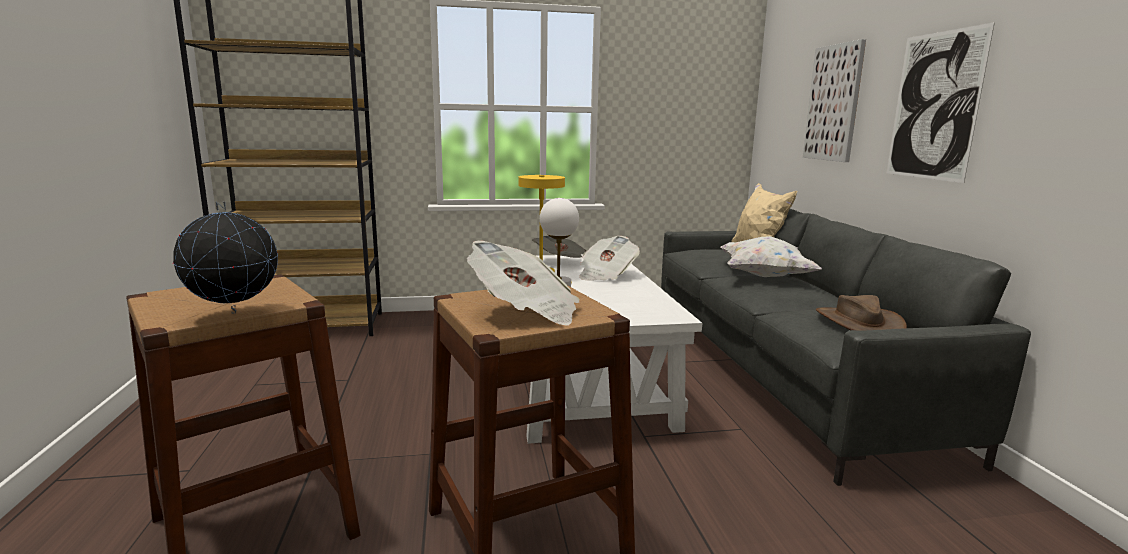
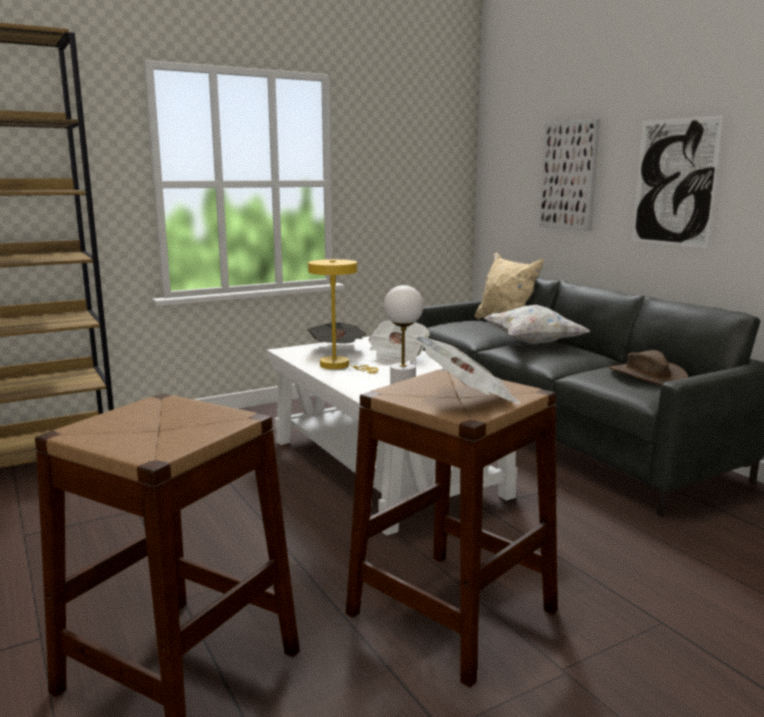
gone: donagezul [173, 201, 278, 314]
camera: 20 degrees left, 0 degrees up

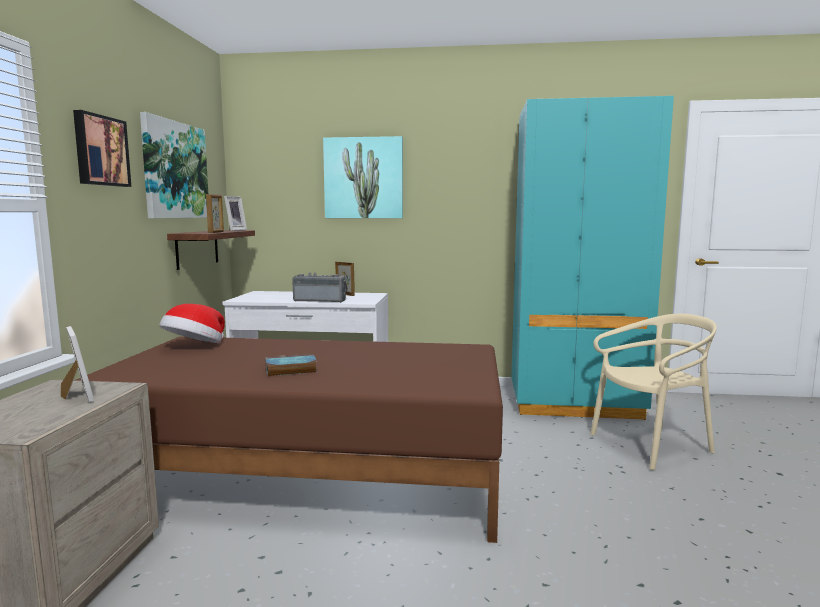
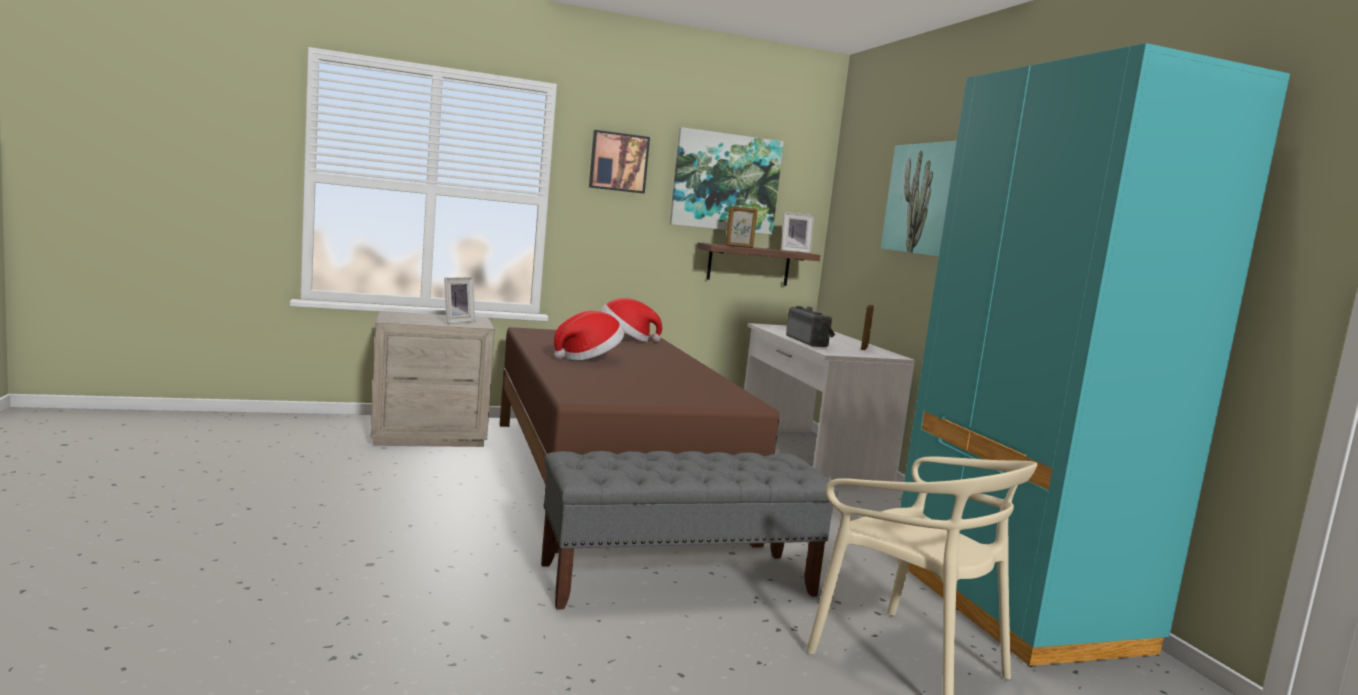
new: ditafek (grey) [541, 451, 838, 610]
swapped: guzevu [265, 353, 317, 376] to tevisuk [554, 310, 624, 360]
camera: 65 degrees right, 0 degrees up

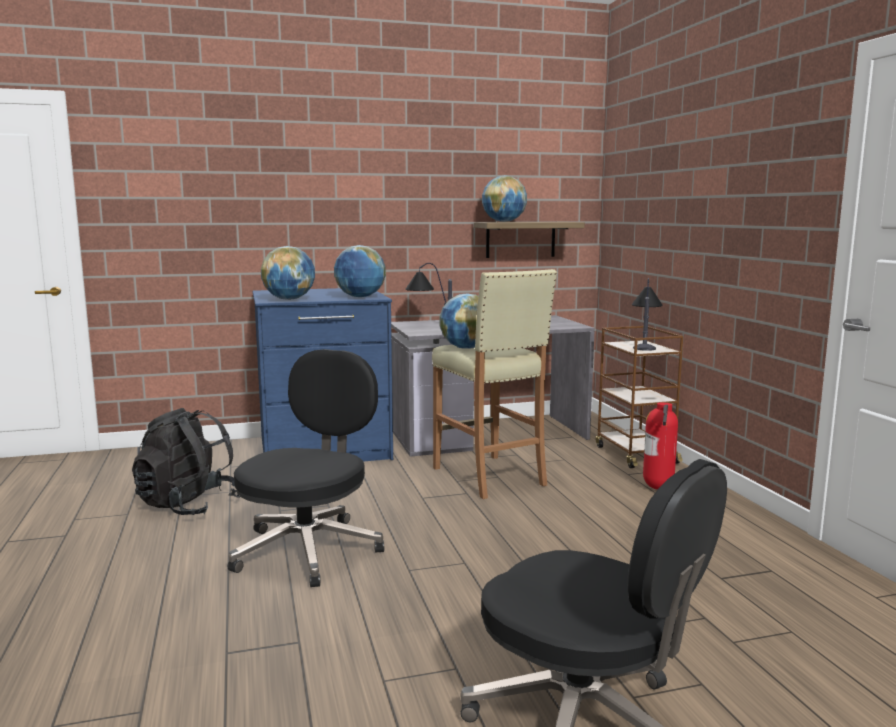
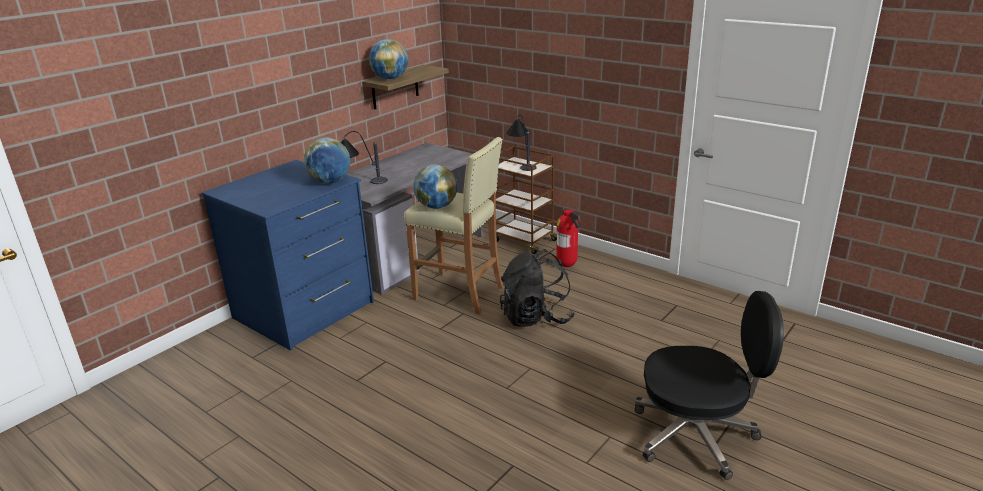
gone: donagezul [261, 246, 315, 300]; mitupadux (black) [228, 349, 384, 587]
shifted: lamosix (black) [132, 408, 240, 515] to [500, 249, 575, 327]
camera: 35 degrees left, 15 degrees up

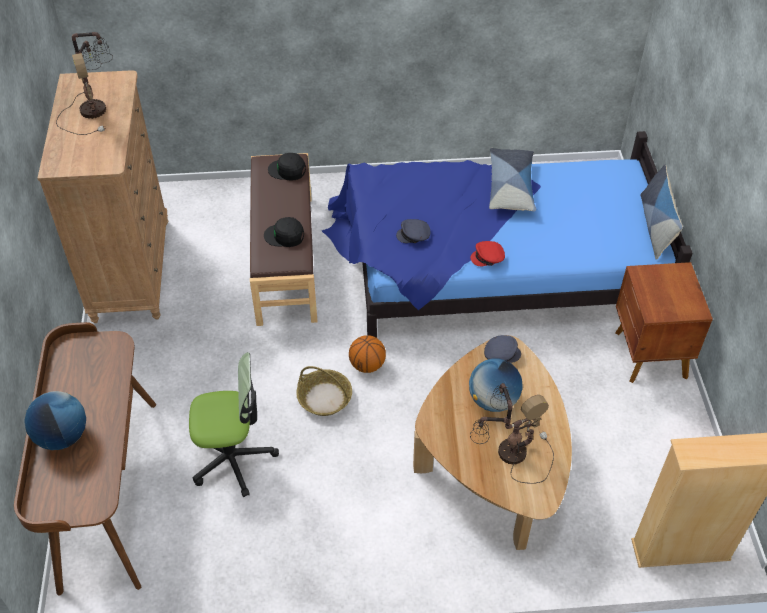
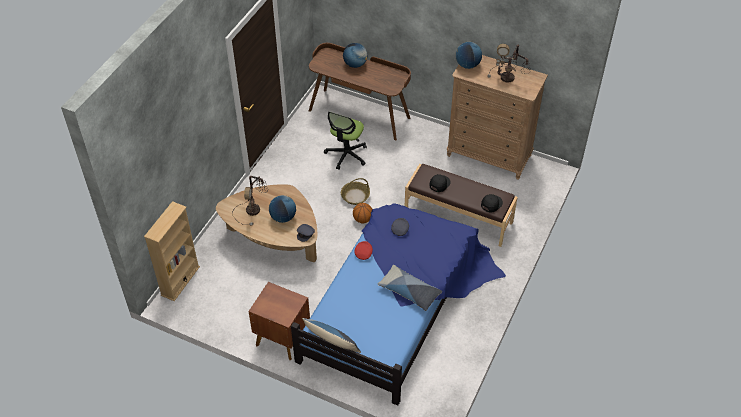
new: donagezul [456, 42, 482, 69]
camera: 120 degrees right, 0 degrees up

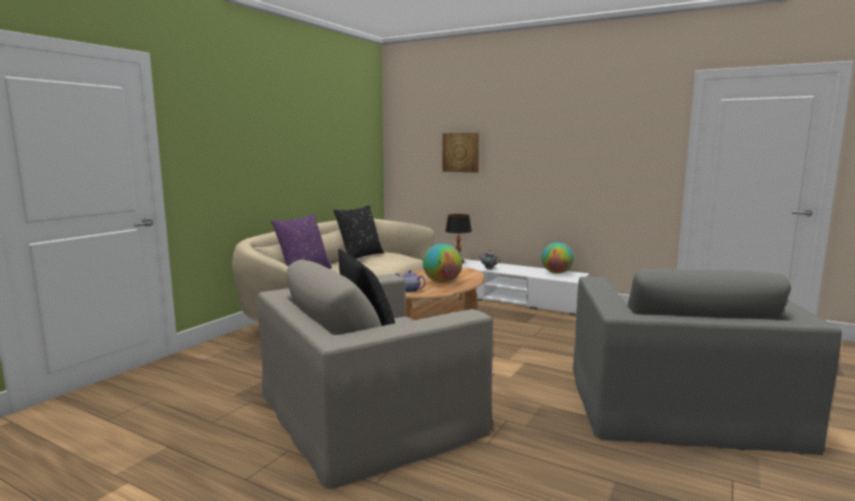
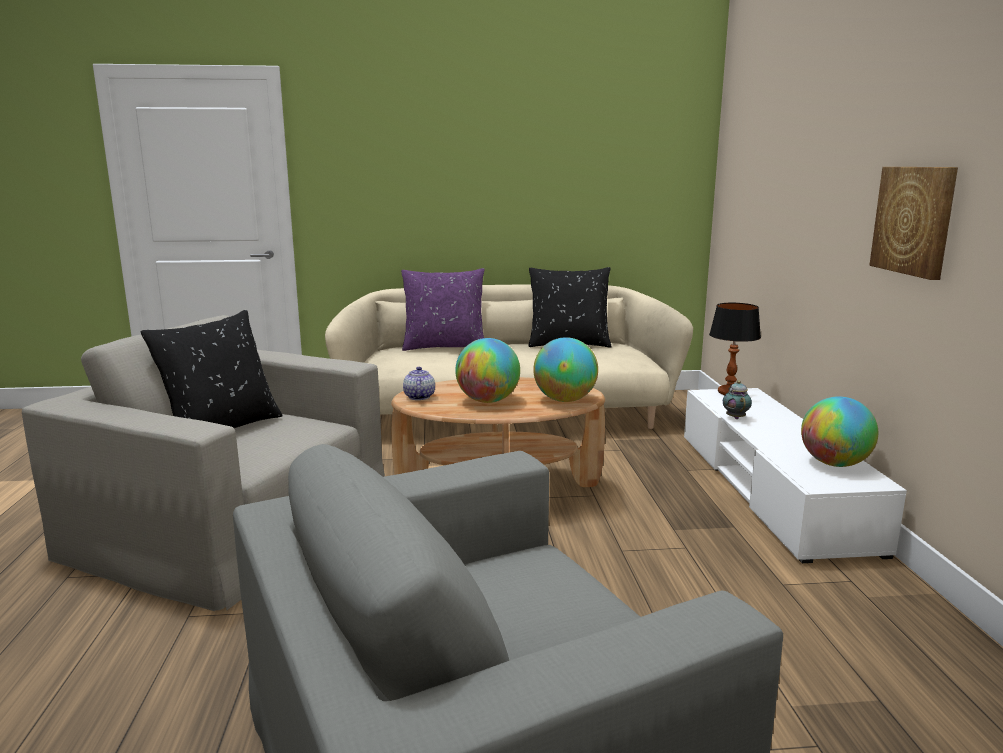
new: donagezul [533, 337, 598, 402]
shifted: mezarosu [442, 133, 479, 173] to [869, 167, 958, 280]
camera: 55 degrees right, 5 degrees up

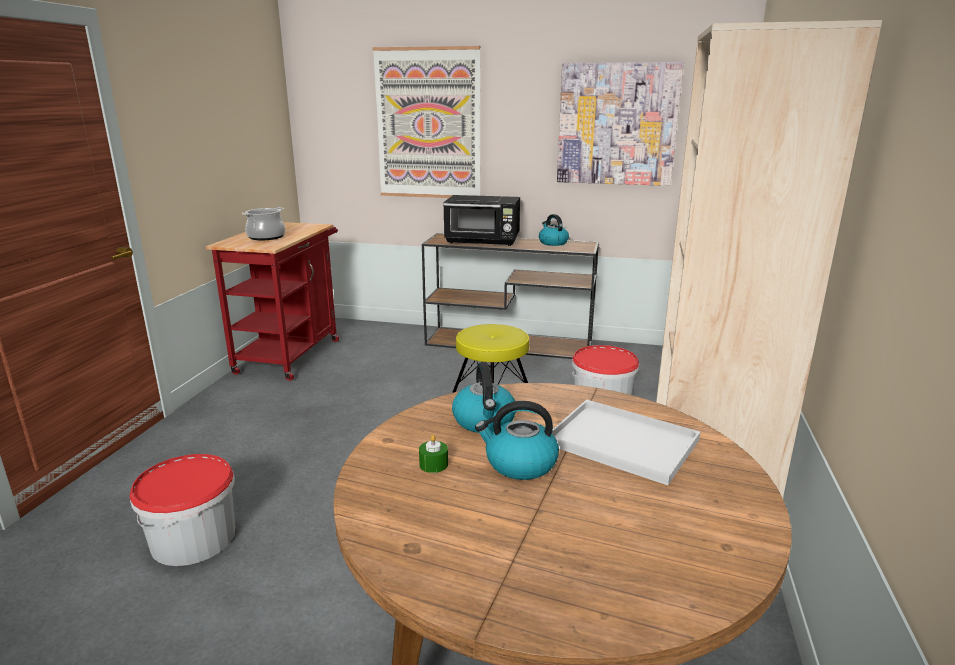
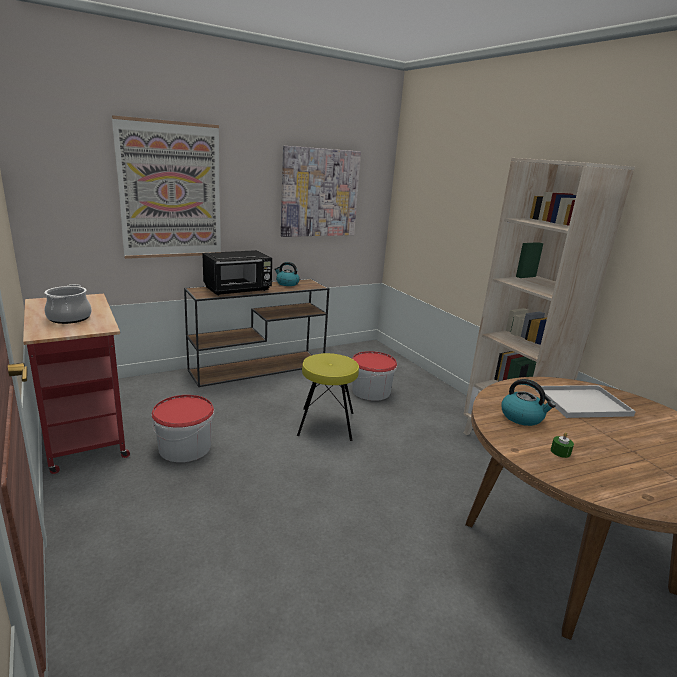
gone: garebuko [475, 401, 559, 480]
shifted: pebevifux [130, 454, 236, 566] to [152, 395, 215, 462]
camera: 45 degrees left, 0 degrees up

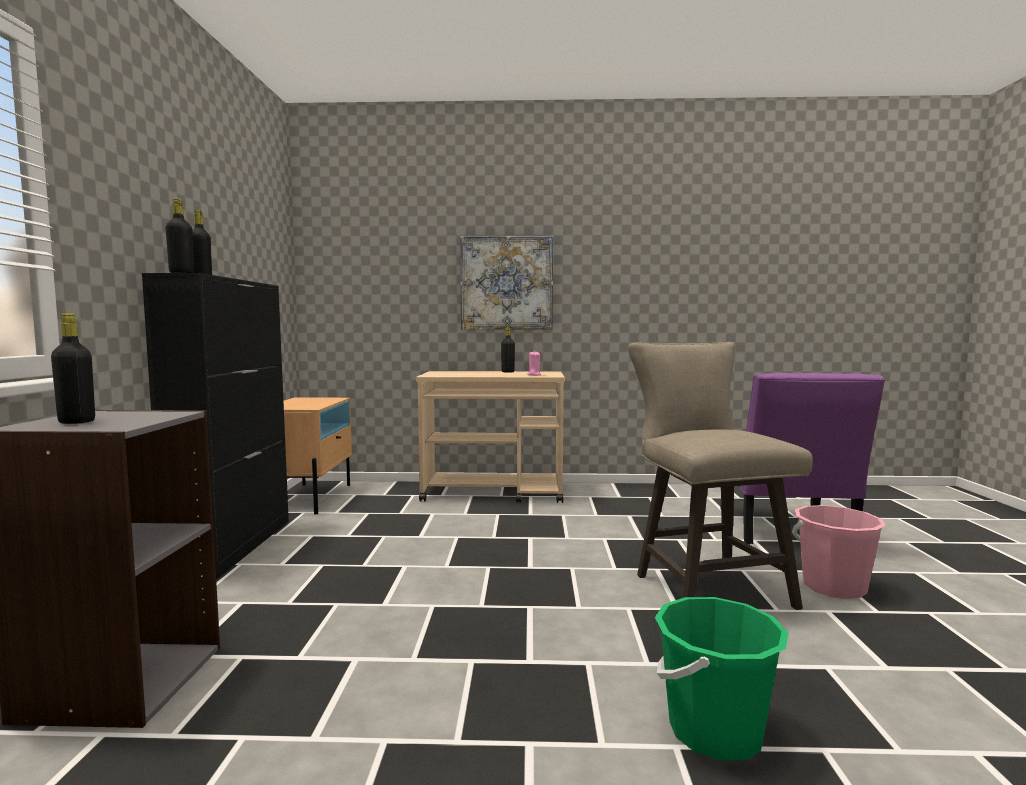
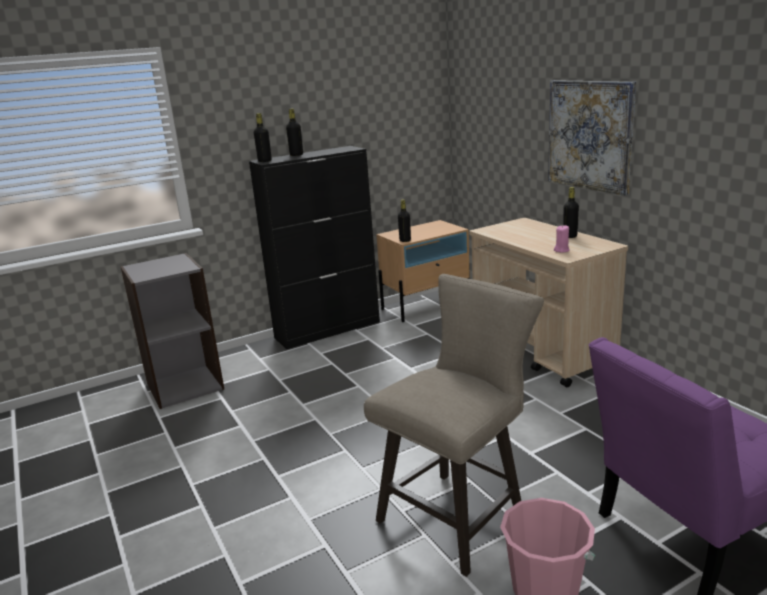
gone: pebevifux (green) [655, 597, 789, 761]
shifted: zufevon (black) [51, 314, 95, 424] to [398, 199, 411, 242]
camera: 60 degrees right, 15 degrees up

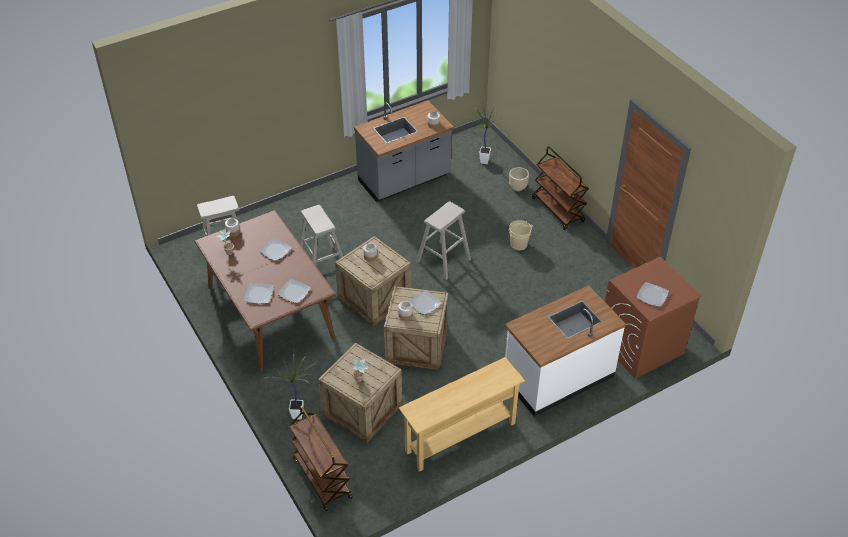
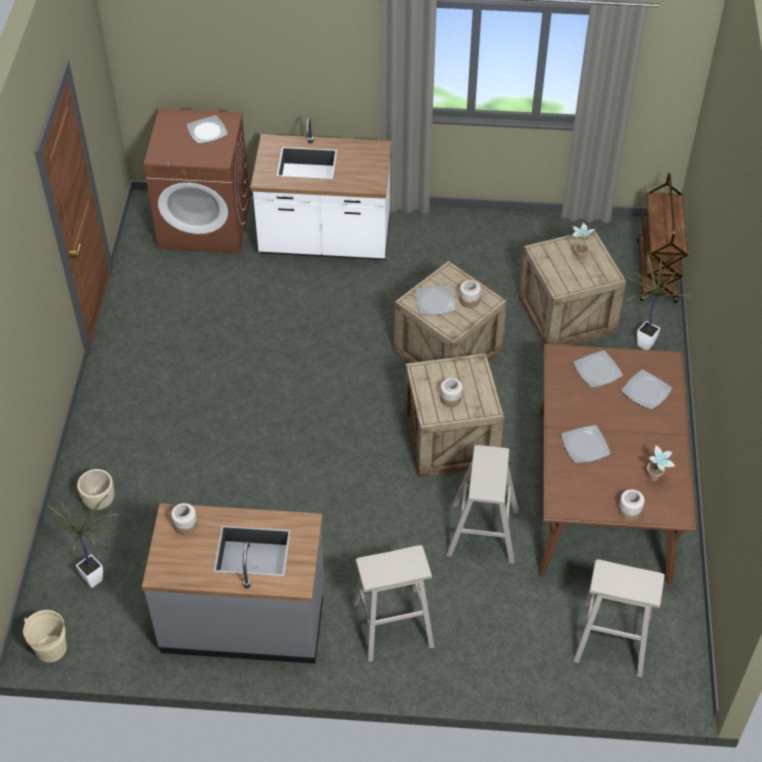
gone: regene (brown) [532, 146, 589, 230]; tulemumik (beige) [399, 357, 525, 472]
shifted: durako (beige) [416, 201, 471, 280] to [352, 545, 434, 662]; pebevifux (beige) [508, 220, 532, 250] to [23, 610, 67, 663]
camera: 145 degrees left, 5 degrees up

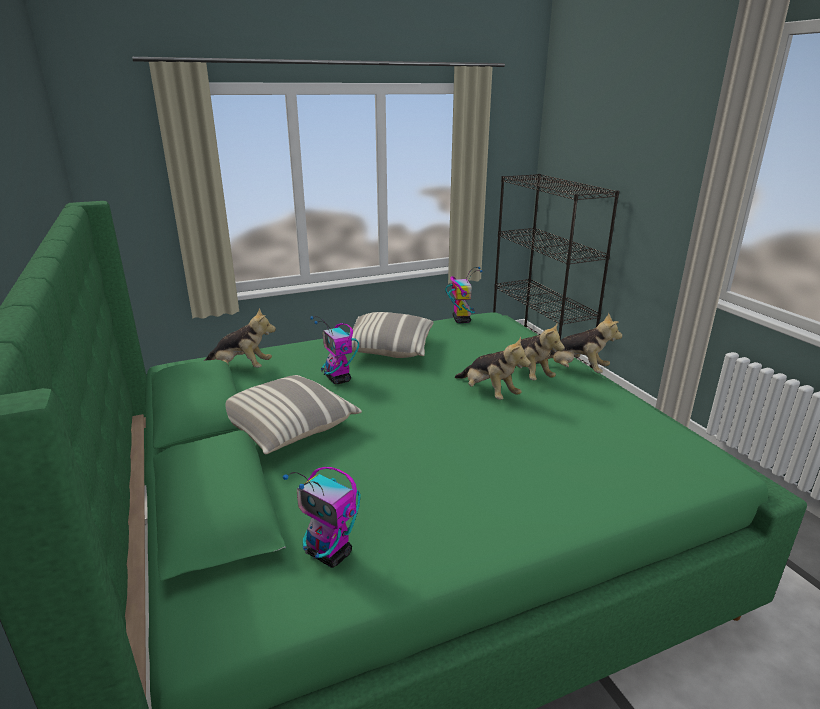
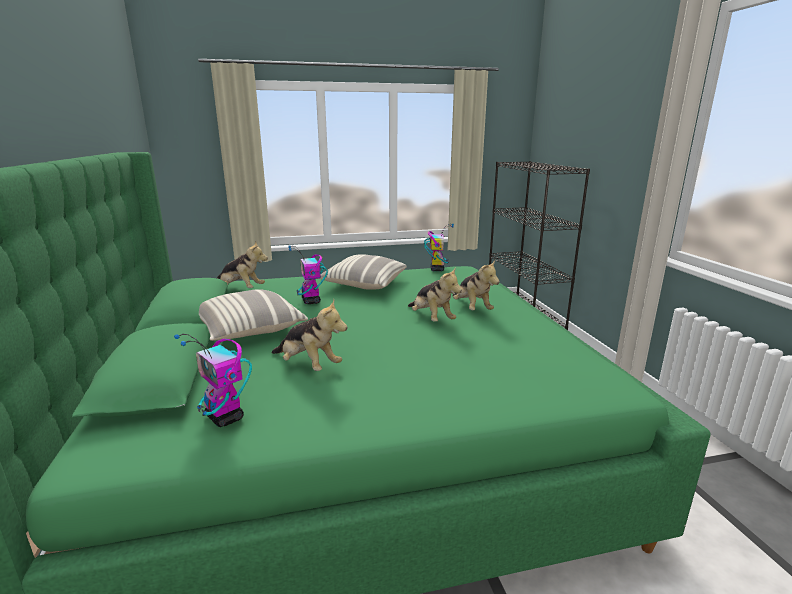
shifted: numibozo [536, 313, 622, 373] to [272, 299, 347, 371]
camera: 10 degrees right, 5 degrees down

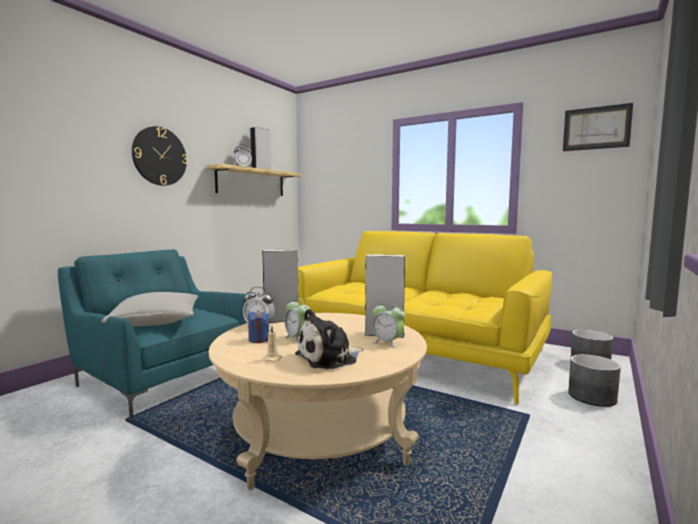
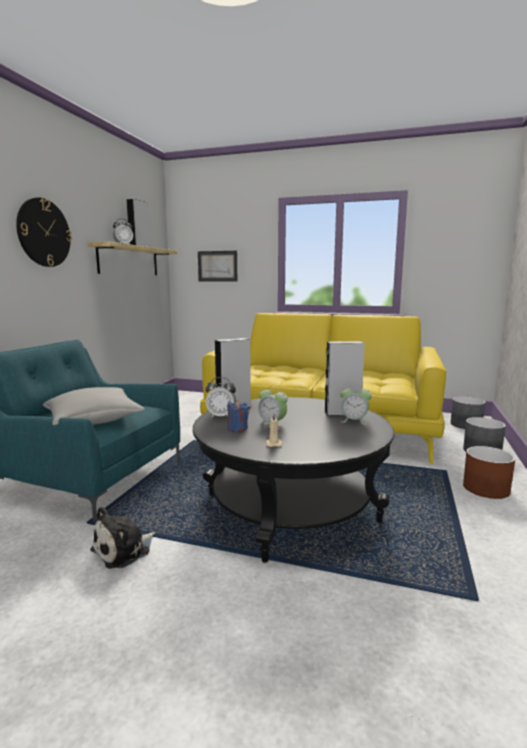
new: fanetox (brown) [463, 446, 515, 499]
shifted: mezarosu [563, 103, 633, 151] to [198, 251, 237, 282]; numibozo [295, 309, 364, 370] to [90, 506, 156, 569]
repainted: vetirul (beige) [208, 313, 427, 490] to vetirul (black) [193, 397, 394, 563]
camera: 15 degrees left, 5 degrees up

